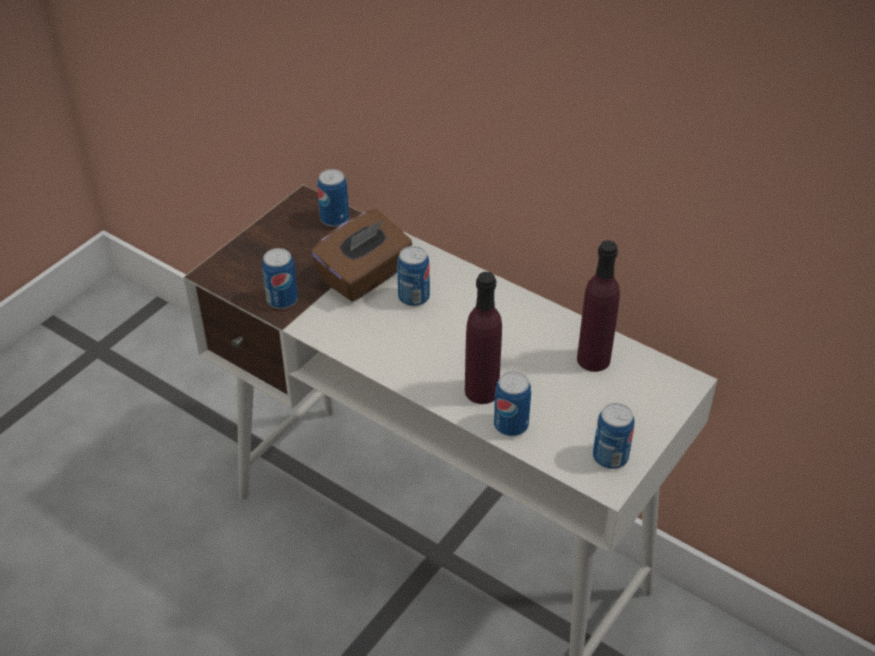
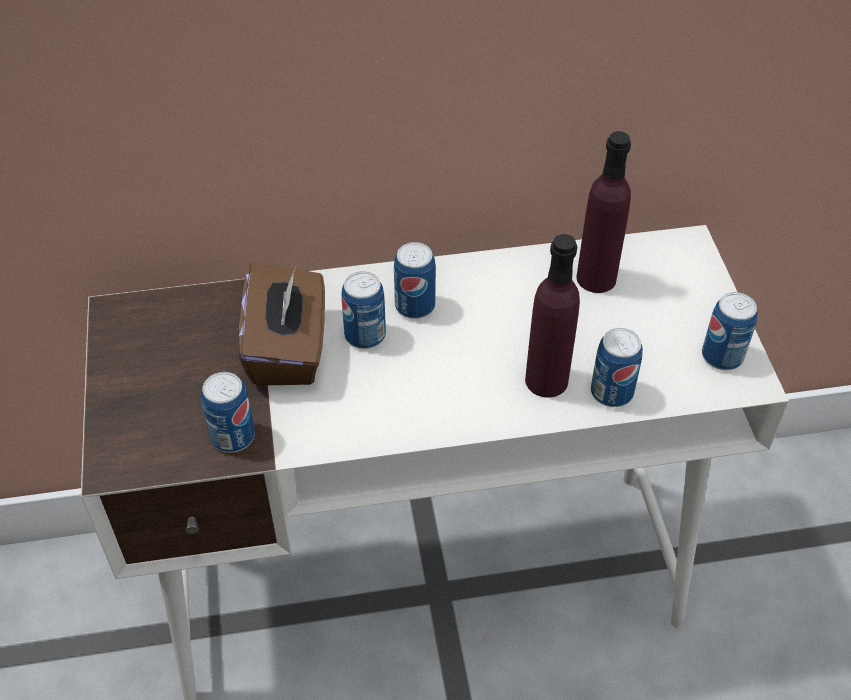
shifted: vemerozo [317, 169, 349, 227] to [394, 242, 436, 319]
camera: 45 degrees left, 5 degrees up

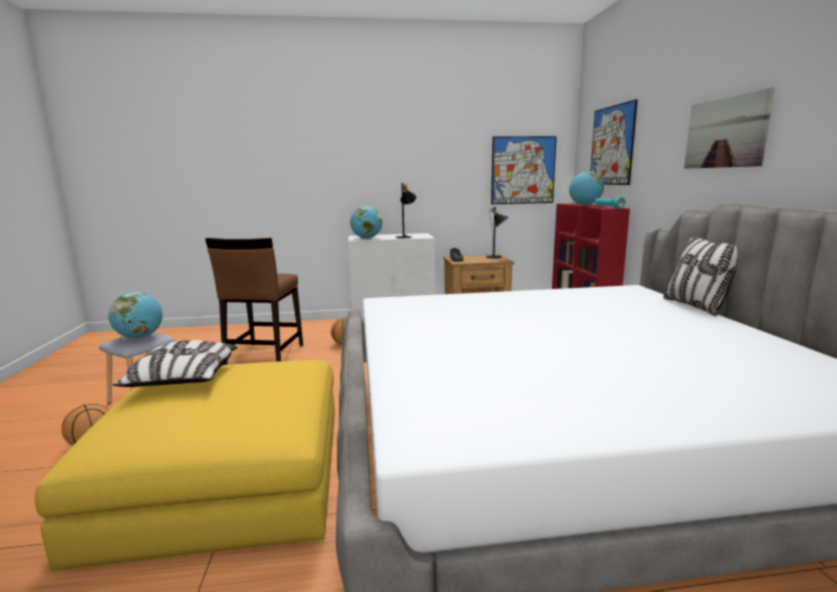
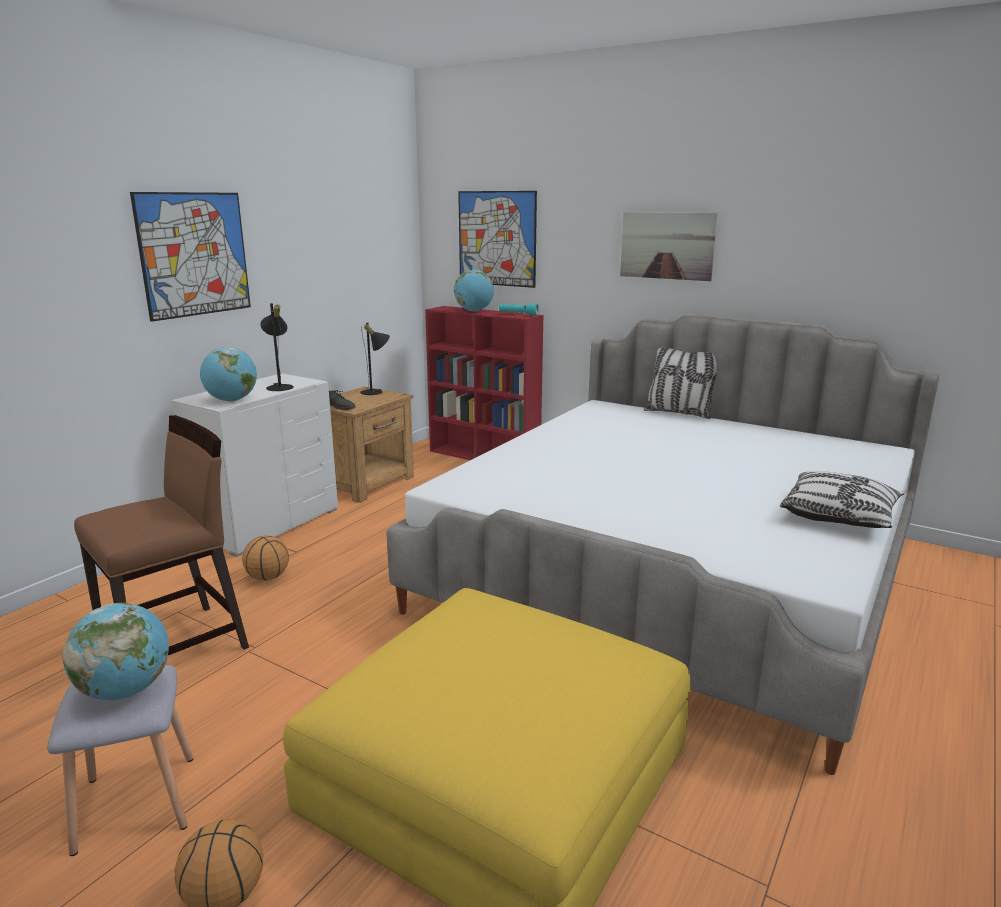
shifted: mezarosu [491, 136, 557, 204] to [130, 192, 251, 322]; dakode [112, 340, 238, 387] to [780, 472, 905, 528]
rotated: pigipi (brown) [205, 238, 303, 365] = [74, 415, 249, 655] 90 degrees counterclockwise
camera: 50 degrees left, 5 degrees up

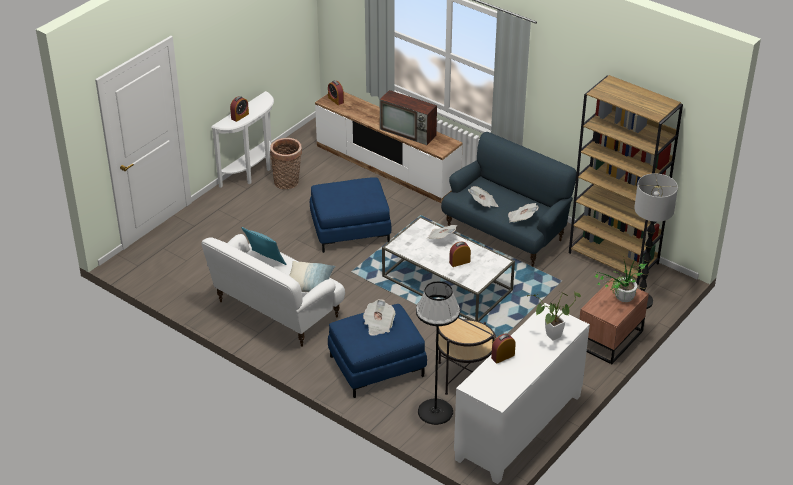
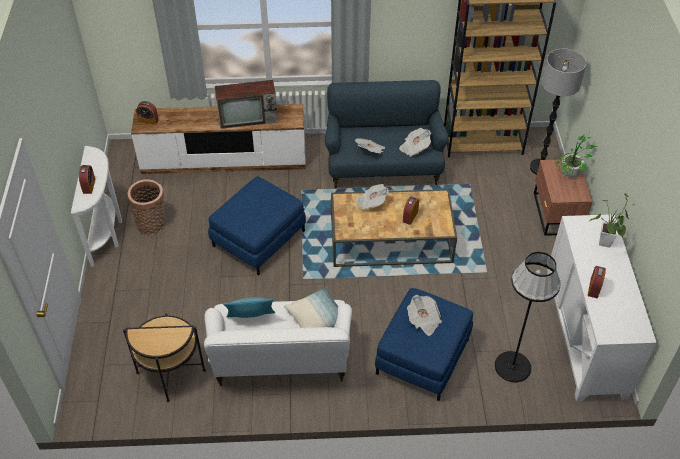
shifted: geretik [436, 317, 497, 395] to [123, 313, 206, 402]
repainted: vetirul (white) [382, 217, 515, 321] to vetirul (brown) [331, 189, 457, 267]
camera: 40 degrees left, 10 degrees up

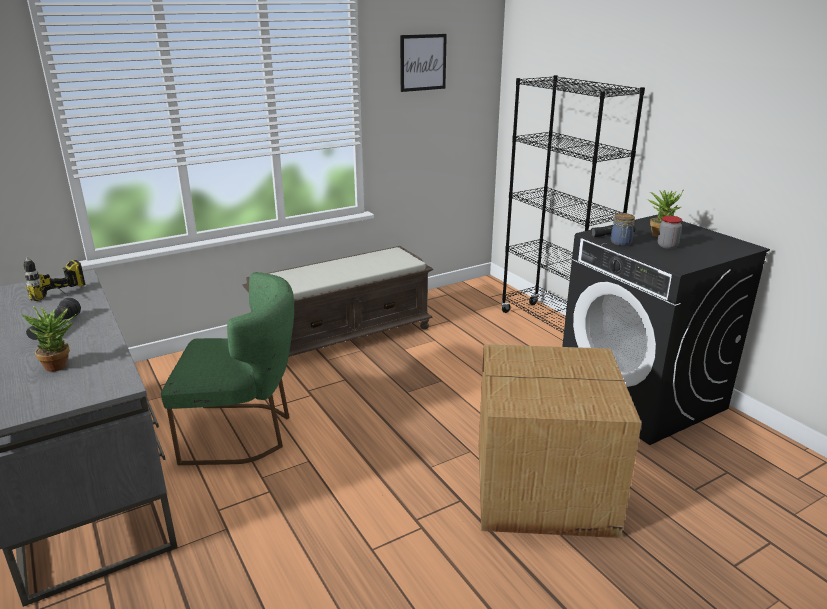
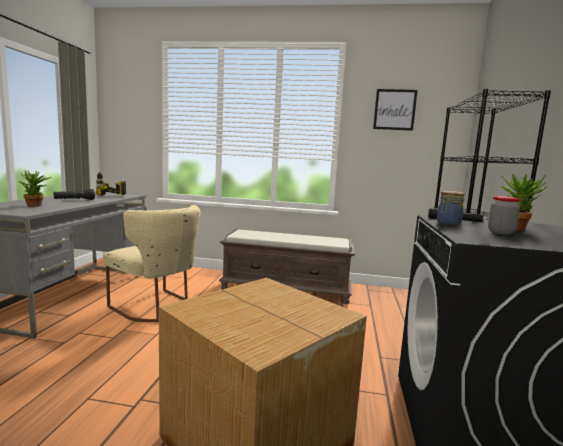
repainted: pigipi (green) [161, 272, 294, 465] to pigipi (beige) [103, 205, 201, 322]
camera: 40 degrees right, 15 degrees down

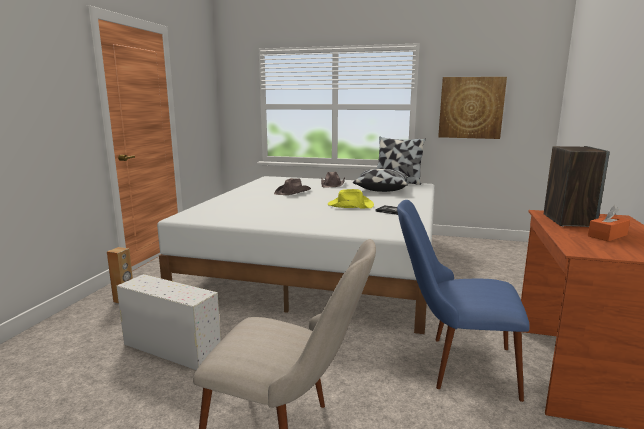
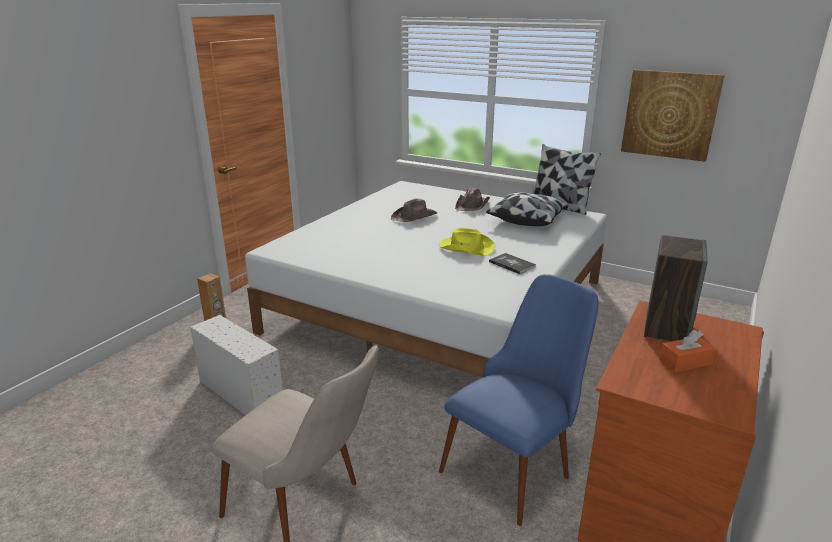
rotated: pigipi (blue) [397, 200, 530, 402] = [439, 274, 599, 526] 105 degrees clockwise
camera: 15 degrees right, 10 degrees up

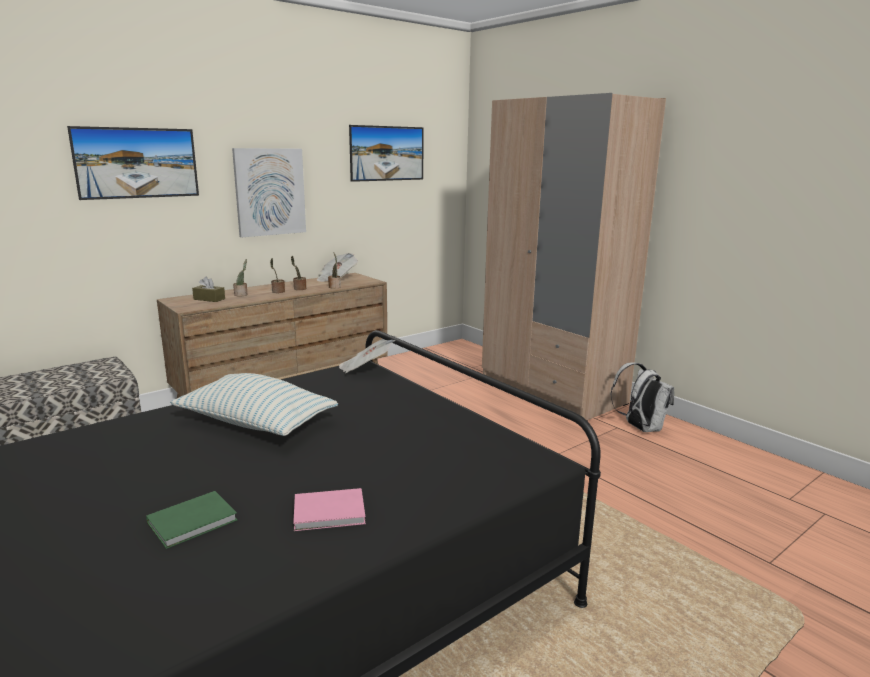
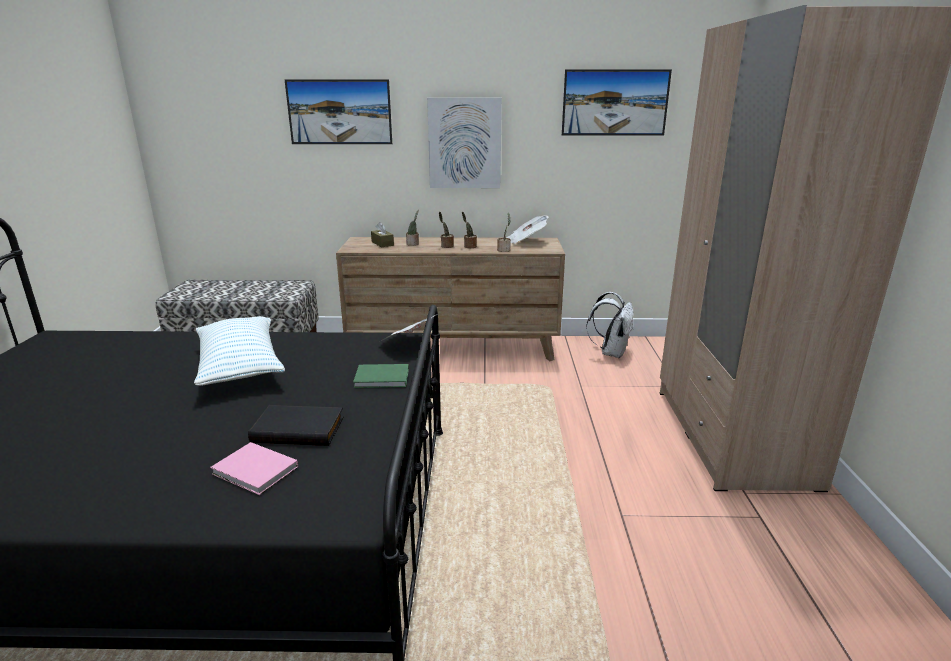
new: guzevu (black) [248, 405, 344, 446]
shifted: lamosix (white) [611, 362, 674, 432] to [586, 292, 633, 358]; guzevu (pink) [293, 488, 366, 531] to [210, 442, 298, 495]; guzevu (green) [146, 491, 237, 549] to [353, 364, 409, 388]
camera: 40 degrees right, 5 degrees up

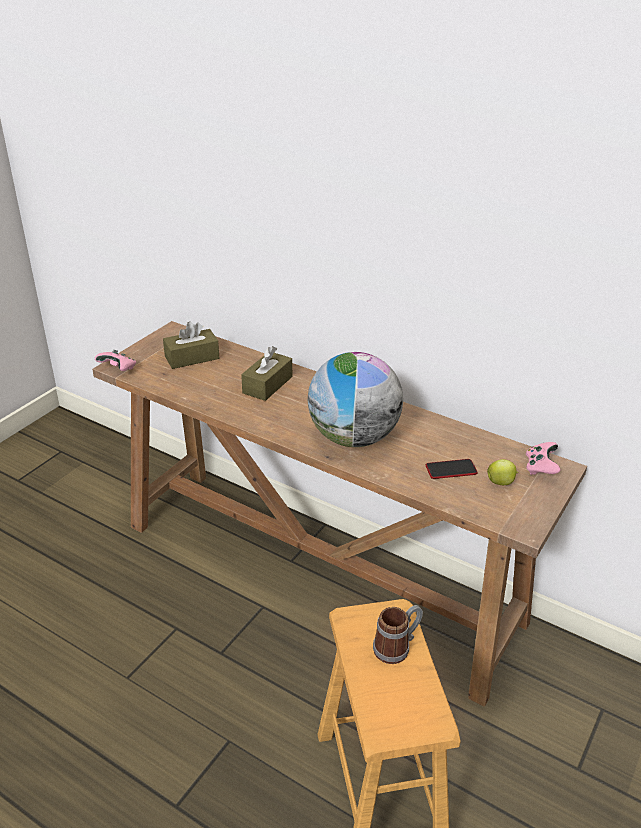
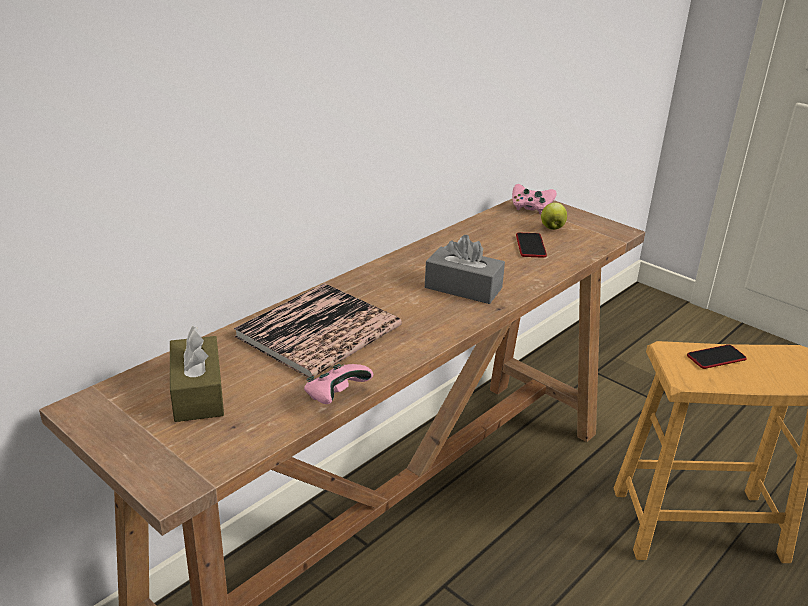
shifted: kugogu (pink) [95, 350, 136, 371] to [304, 364, 373, 404]
swapped: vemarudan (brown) [241, 346, 292, 401] to guzevu [234, 283, 402, 378]; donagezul [308, 352, 403, 447] to vemarudan (grey) [425, 235, 505, 304]; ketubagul [373, 605, 423, 664] to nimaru [687, 345, 747, 369]
camera: 80 degrees left, 5 degrees down

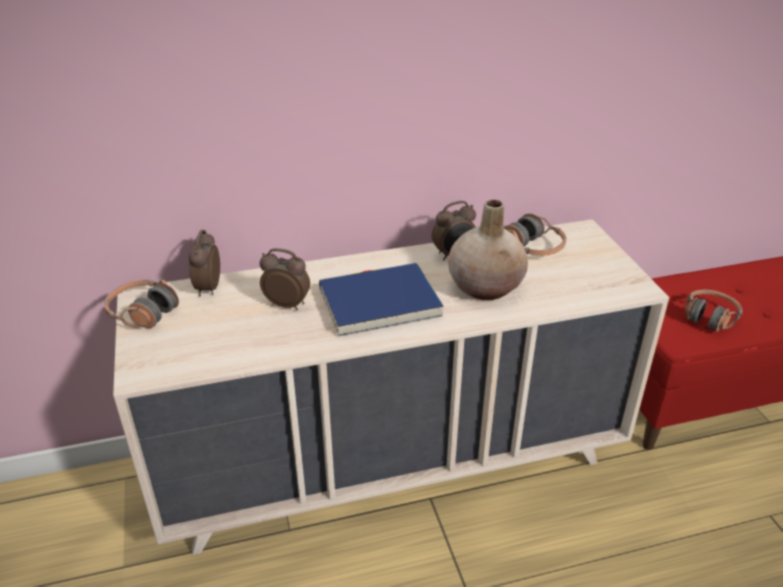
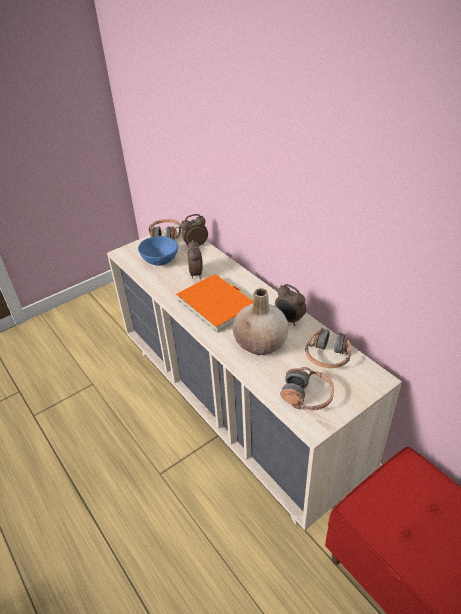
new: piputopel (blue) [138, 236, 178, 266]
shifted: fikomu [685, 289, 743, 332] to [280, 367, 334, 411]
repainted: guzevu (blue) [319, 263, 444, 336] to guzevu (orange) [176, 274, 253, 333]
camera: 70 degrees right, 5 degrees up

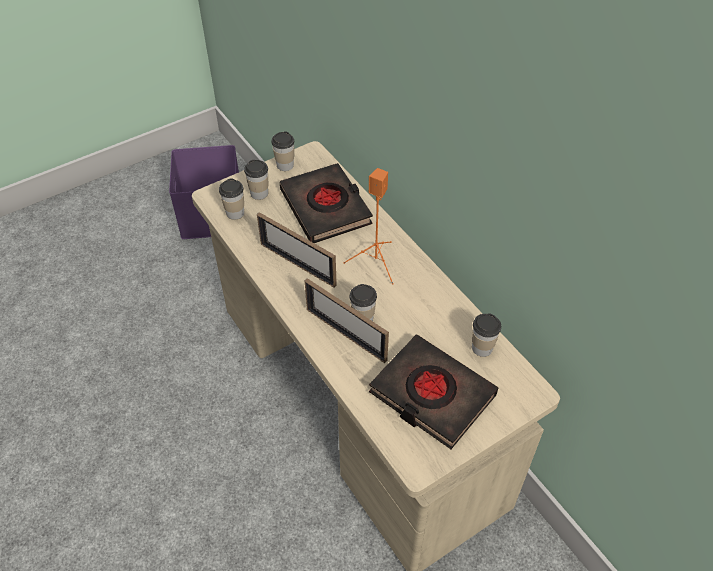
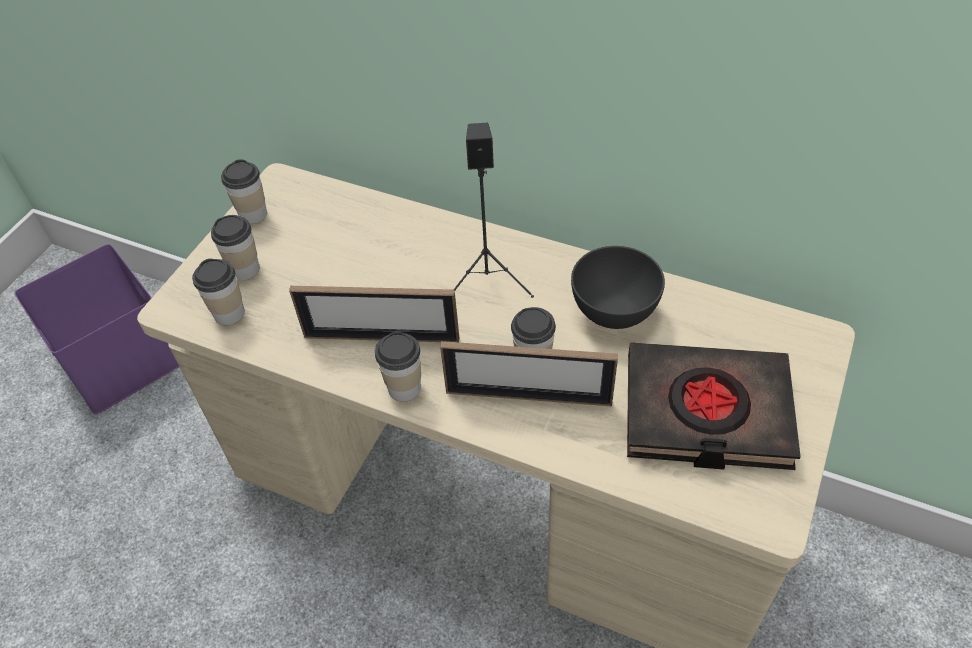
gone: guzevu (black) [280, 163, 373, 243]
new: piputopel (grey) [571, 246, 665, 329]
shifted: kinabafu [472, 313, 501, 357] to [375, 332, 421, 402]
repainted: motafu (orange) [343, 168, 394, 285] to motafu (black) [454, 123, 534, 298]
camera: 30 degrees left, 0 degrees up

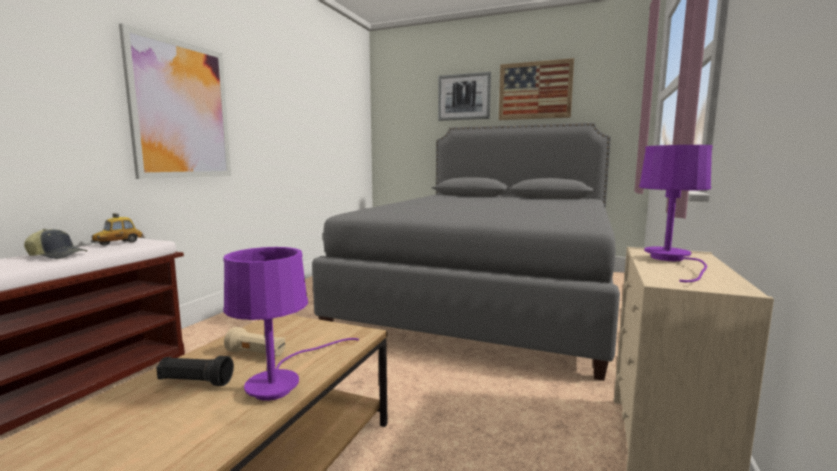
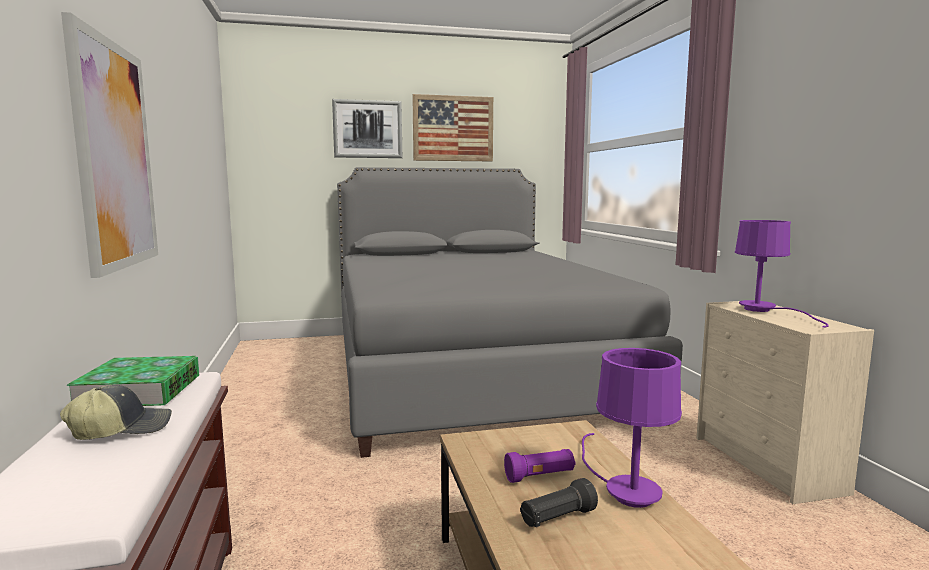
swapped: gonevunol [91, 213, 145, 246] to guzevu [67, 356, 199, 406]
repainted: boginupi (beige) [224, 327, 285, 357] to boginupi (purple) [504, 449, 576, 483]
camera: 35 degrees left, 0 degrees up

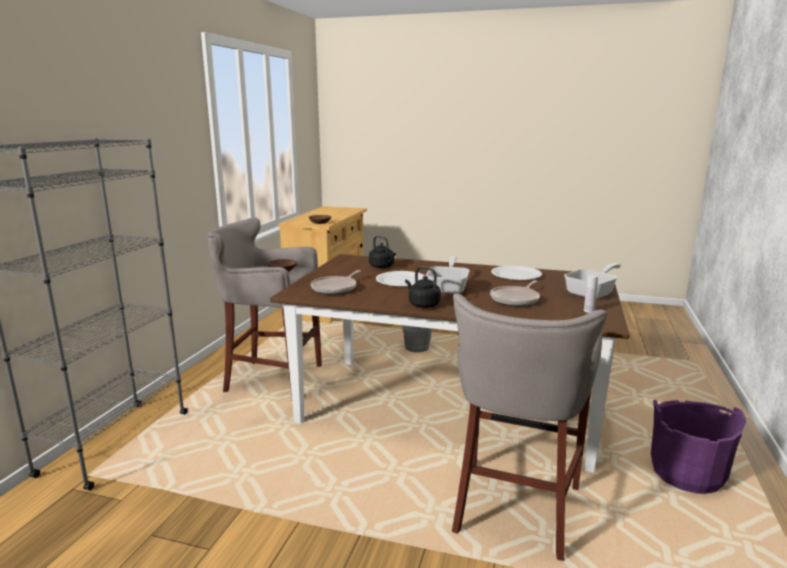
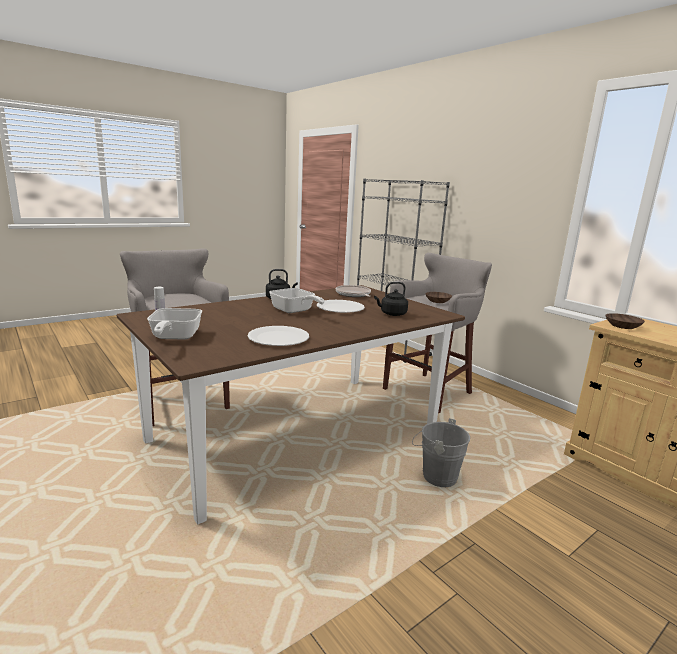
gone: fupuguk [490, 280, 540, 306]; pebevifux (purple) [651, 400, 747, 494]
camera: 125 degrees right, 0 degrees up

